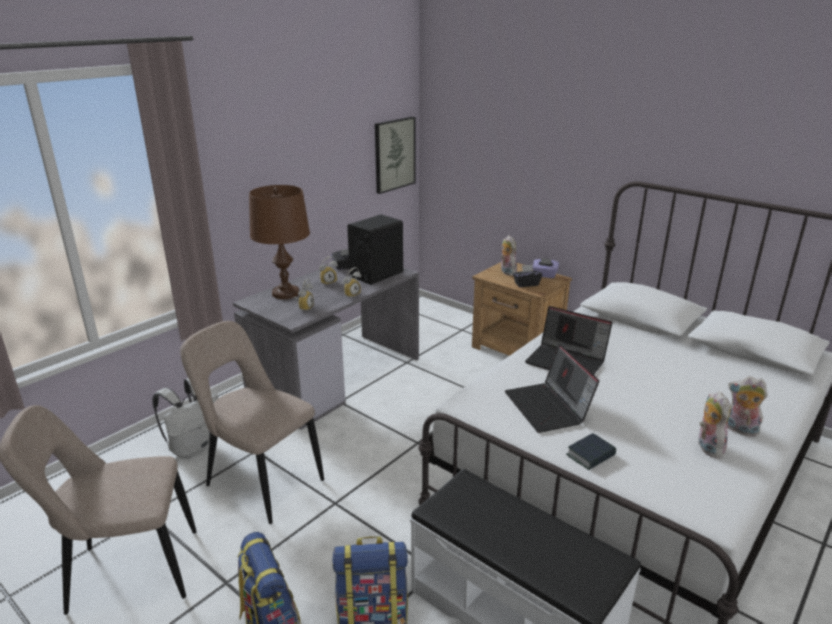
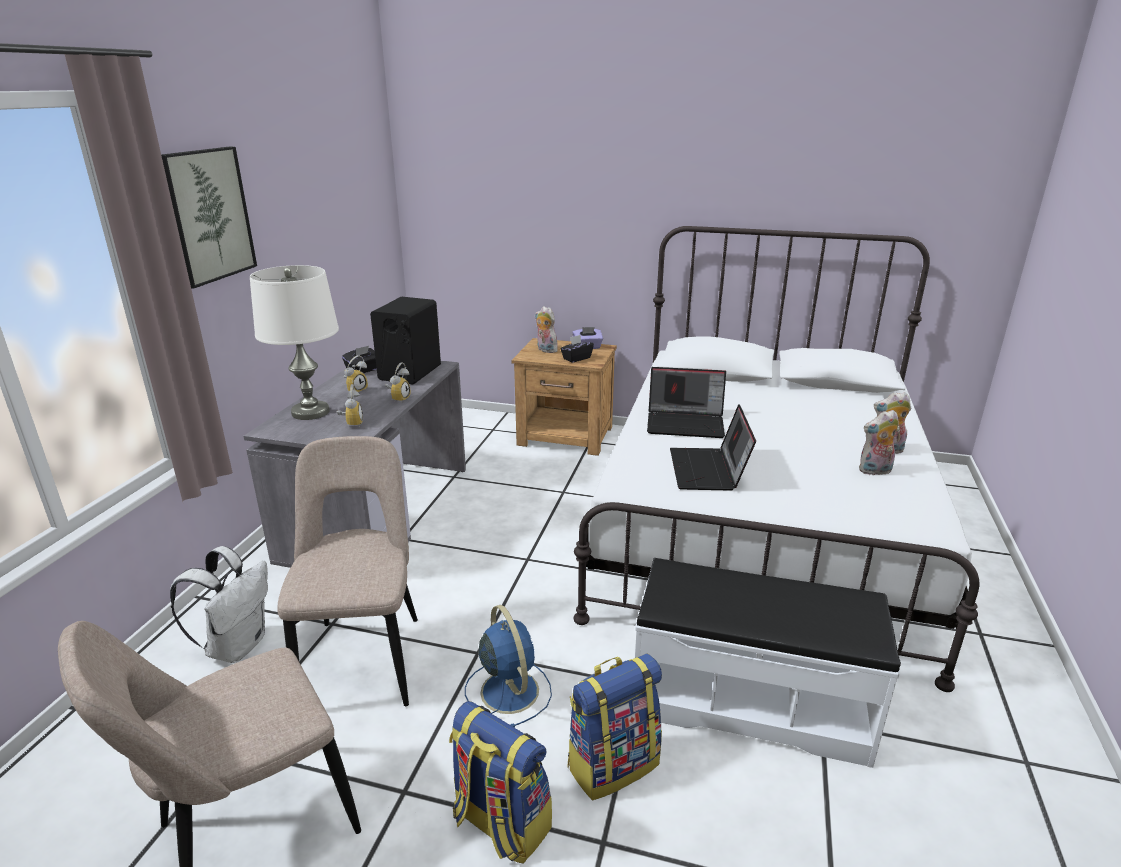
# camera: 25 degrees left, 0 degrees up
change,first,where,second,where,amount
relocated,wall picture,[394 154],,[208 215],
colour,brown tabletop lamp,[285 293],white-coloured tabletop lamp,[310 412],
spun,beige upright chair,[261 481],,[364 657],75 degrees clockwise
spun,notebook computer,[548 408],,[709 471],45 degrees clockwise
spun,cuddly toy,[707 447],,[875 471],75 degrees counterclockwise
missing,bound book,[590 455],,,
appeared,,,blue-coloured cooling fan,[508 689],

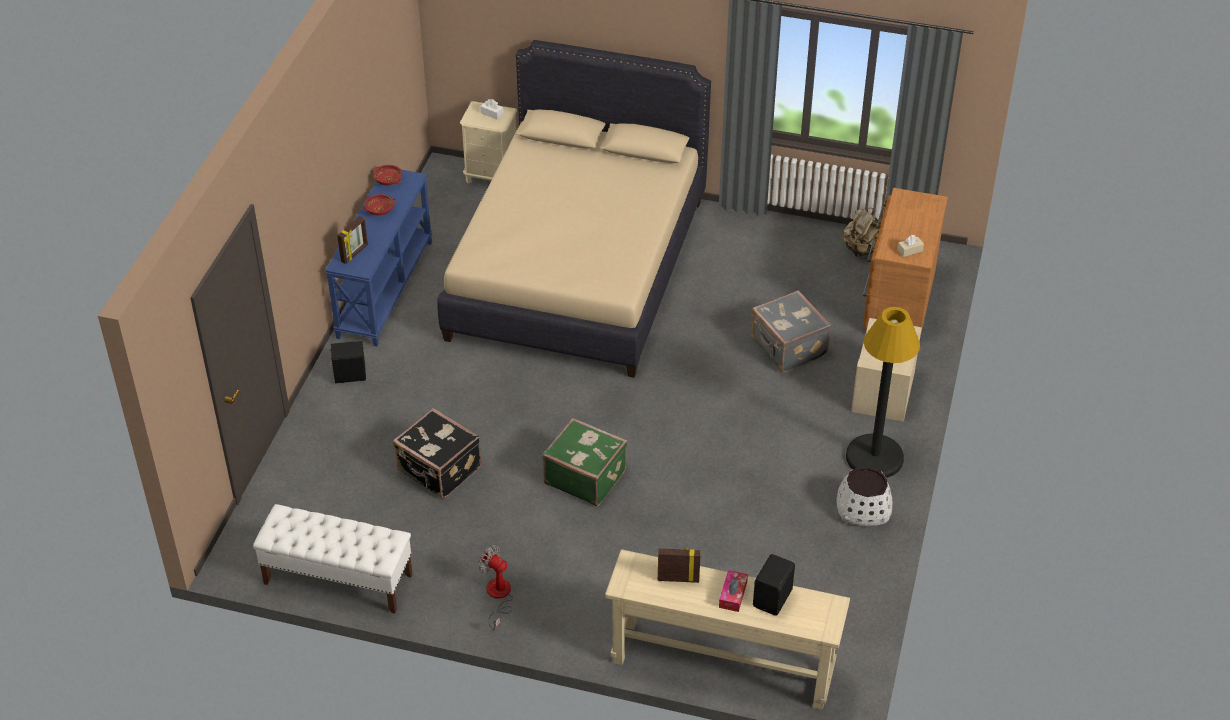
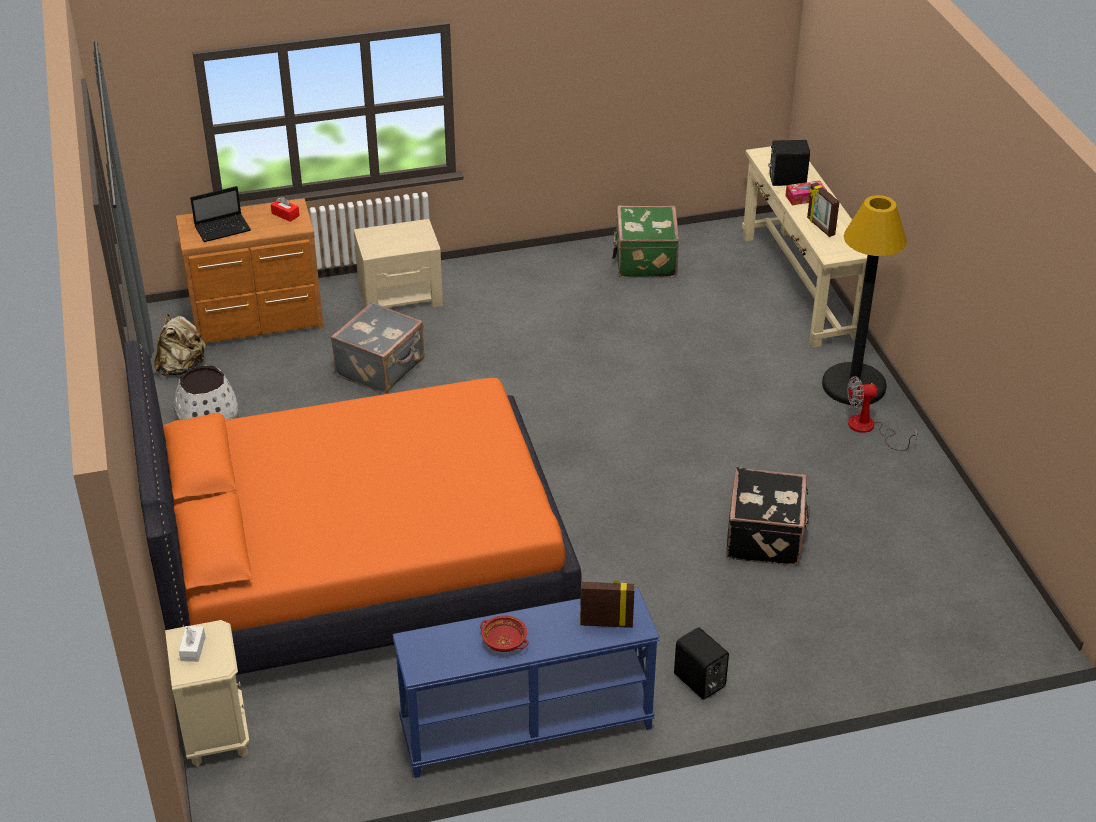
# camera: 120 degrees left, 5 degrees down
change,first,where,second,where,amount
colour,beige bedroom bed,[577 268],orange-coloured bedroom bed,[360 567],
missing,red-coloured serving bowl,[388 180],,,
colour,beige box of tissues,[910 250],red-coloured box of tissues,[285 214],
relocated,blackish standing lamp,[874 457],,[853 385],
relocated,green piece of luggage,[585 476],,[644 261],
relocated,white-coloured flower pot,[863 508],,[207 414],
missing,white-coloured indoor bench,[337 579],,,
spun,cooling fan,[498 596],,[869 429],75 degrees clockwise
appeared,,,notebook computer,[223 228],

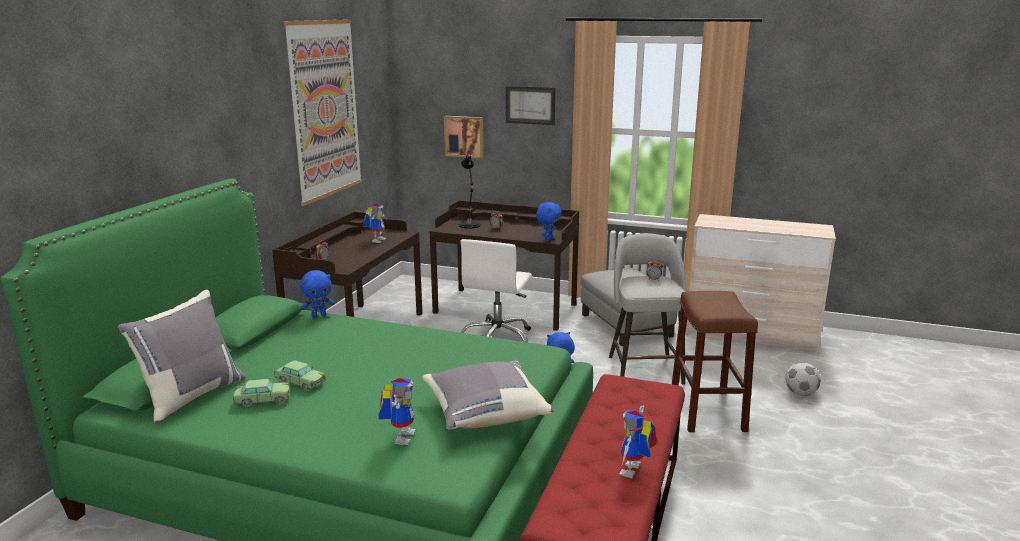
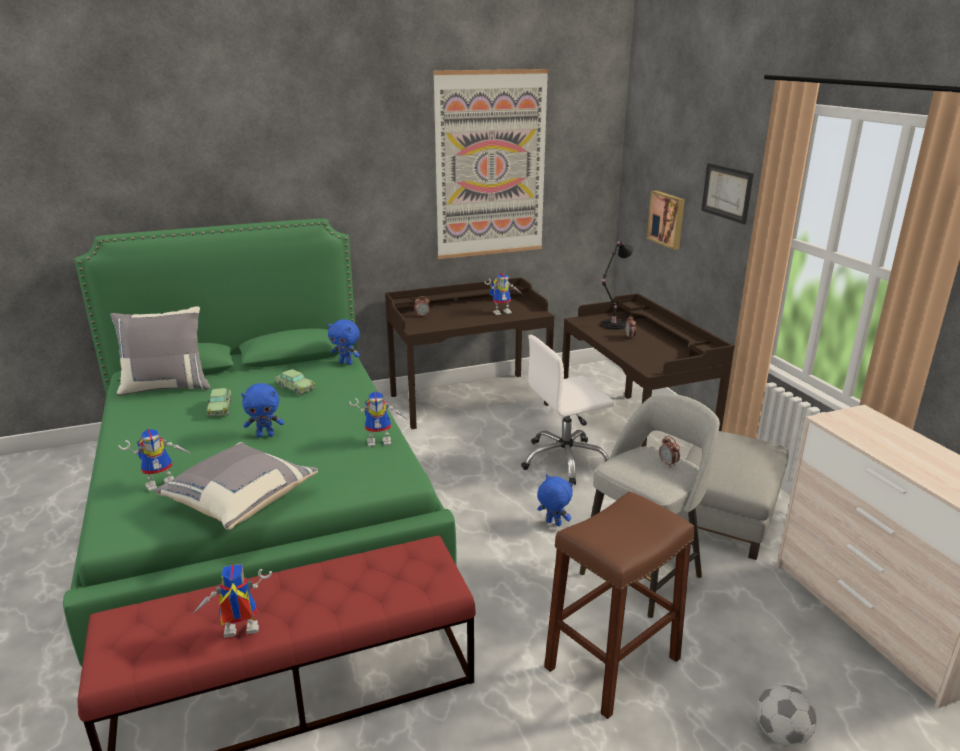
# camera: 50 degrees right, 5 degrees up
change,first,where,second,where,amount
relocated,blue-coloured cuddly toy,[548 239],,[265 435],
relocated,miniature car,[263 400],,[295 388],
appeared,,,robot figure,[381 440],

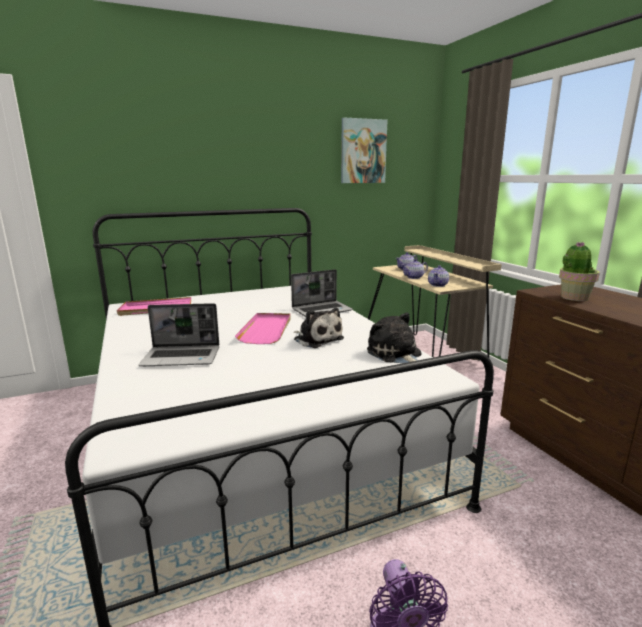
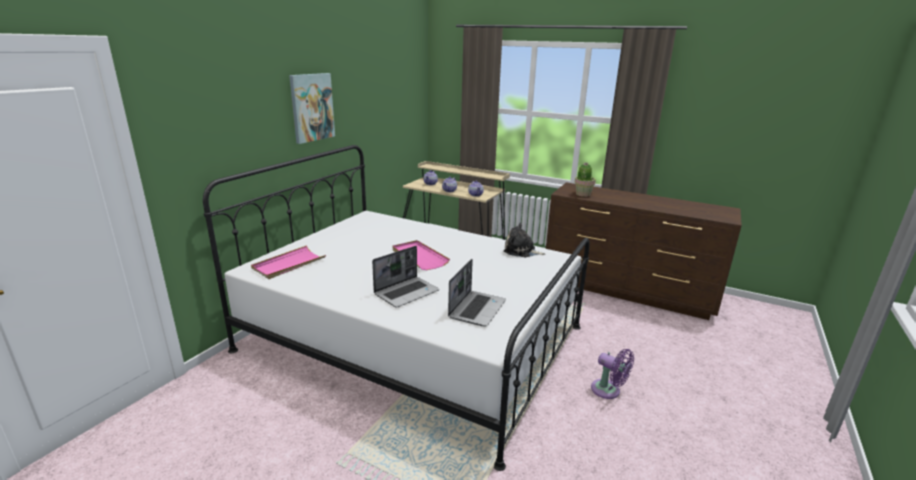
# camera: 40 degrees left, 5 degrees up
change,first,where,second,where,amount
relocated,wall picture,[363 151],,[312 107],
relocated,notebook computer,[322 310],,[477 309],
missing,cuddly toy,[317 339],,,

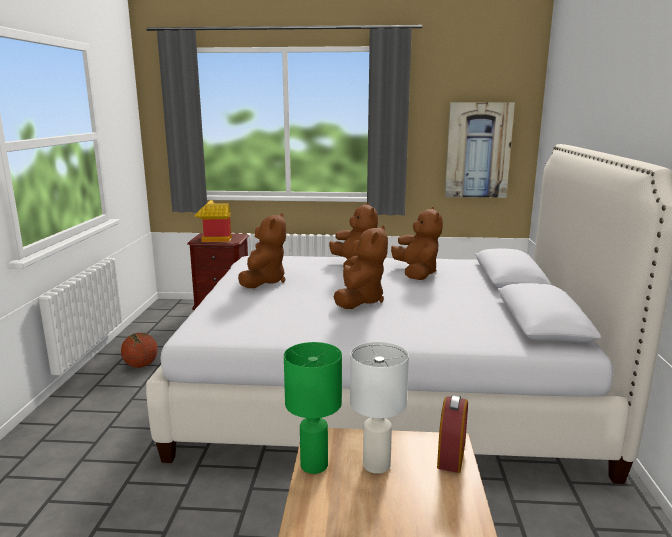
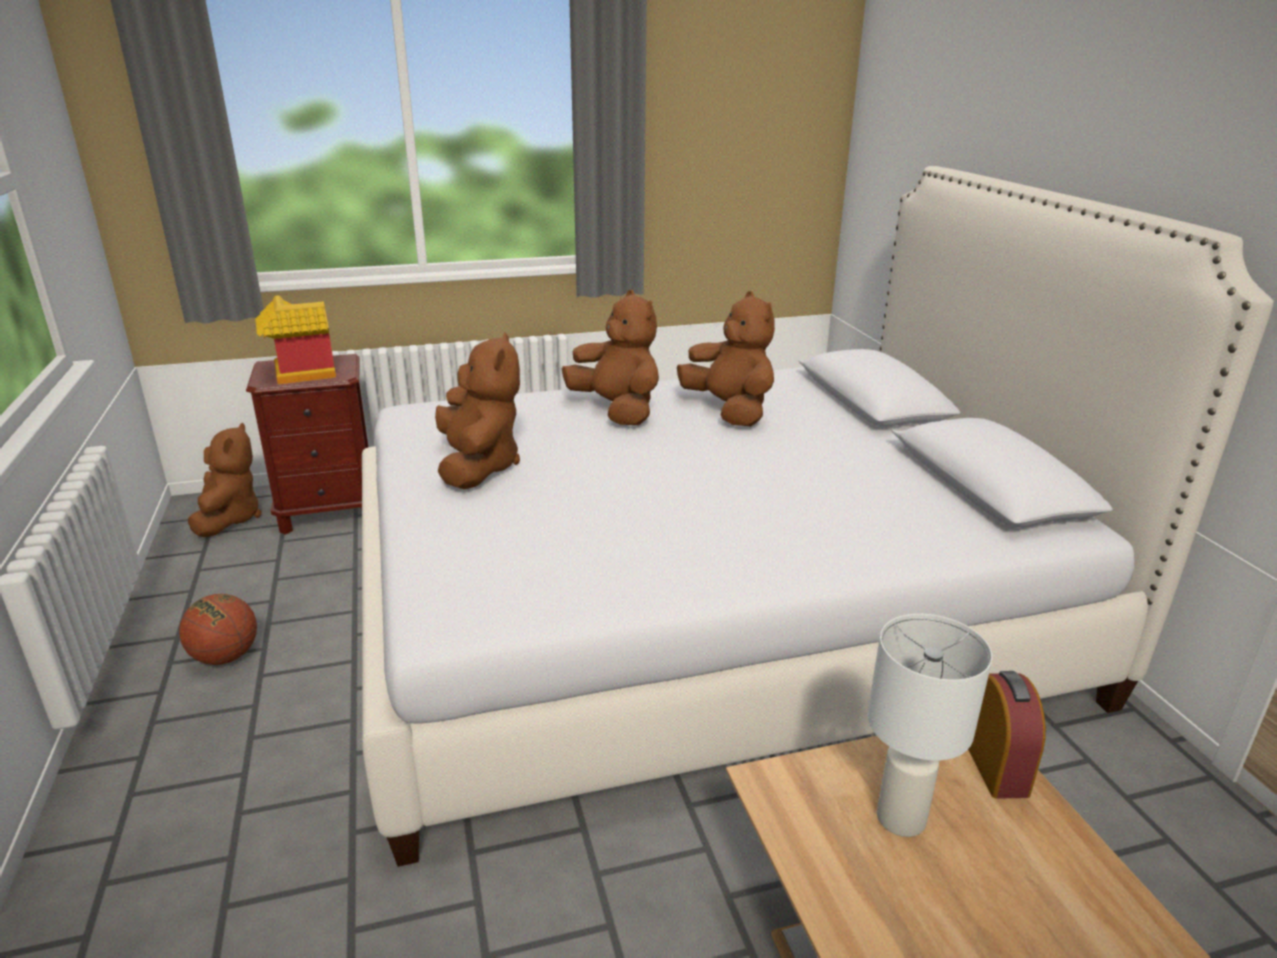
# camera: 20 degrees left, 10 degrees up
change,first,where,second,where,amount
missing,wall picture,[478 150],,,
relocated,brown cuddly toy,[359 301],,[229 519],
missing,green tabletop lamp,[313 465],,,

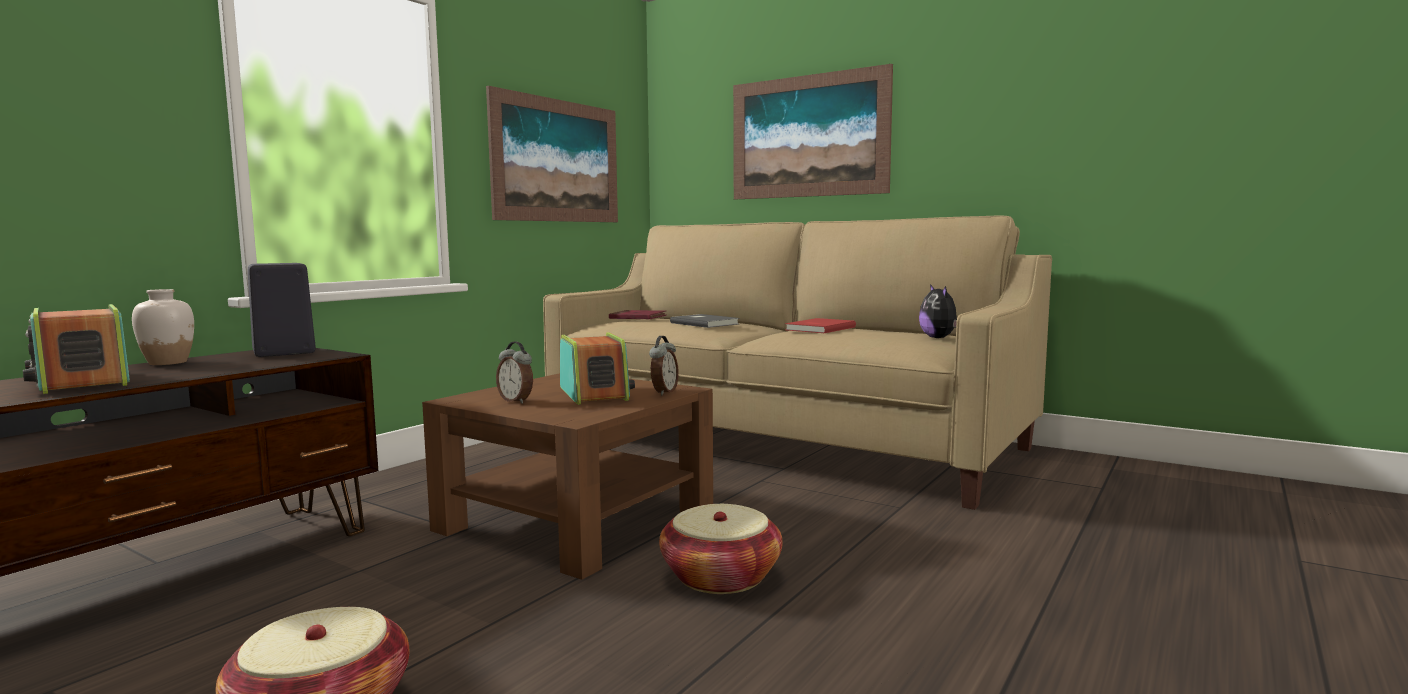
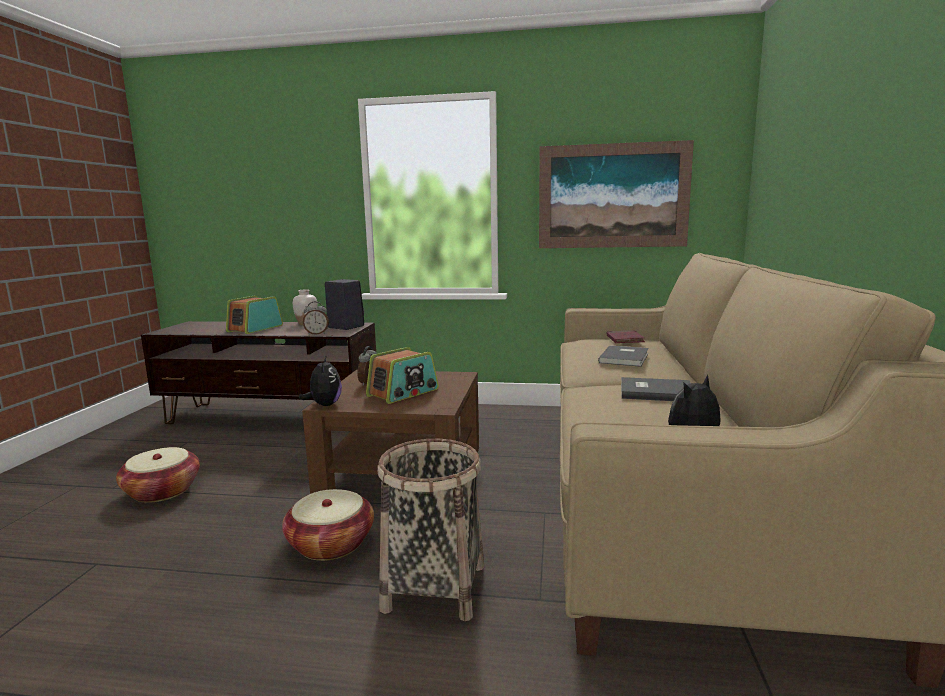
# camera: 65 degrees right, 5 degrees up
change,first,where,second,where,amount
missing,wall picture,[808 136],,,
colour,red-coloured bound book,[818 328],gray bound book,[654 392],
relocated,bedside clock,[663 392],,[317 334],
appeared,,,cuddly toy,[324 405],
appeared,,,household basket,[434 587],

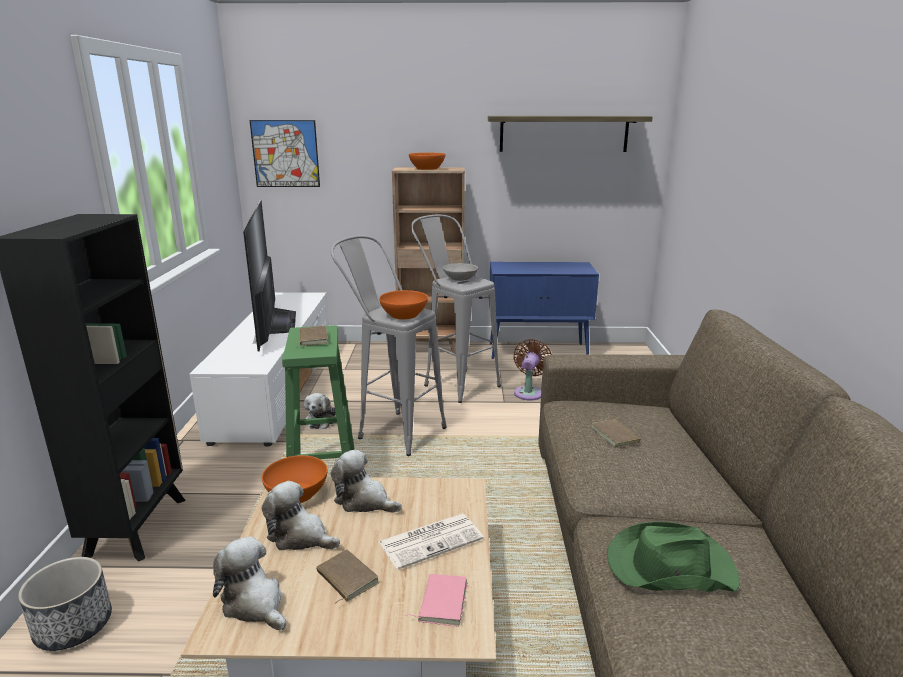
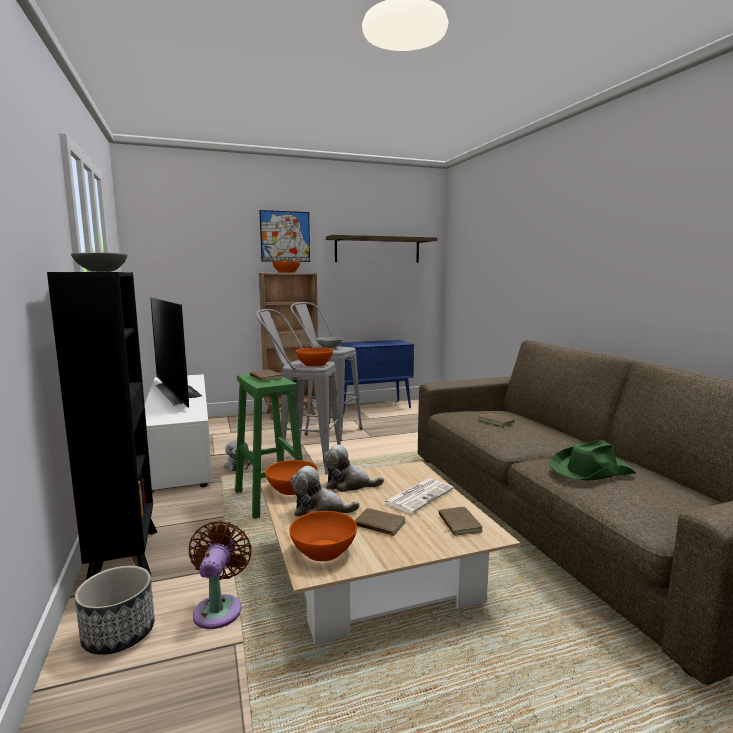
# camera: 20 degrees left, 10 degrees down
change,first,where,second,where,amount
relocated,wall picture,[285 154],,[285 236],
relocated,brown cooling fan,[529 392],,[219 608],
exchanged,cuddly toy,[254 603],orange-coloured serving bowl,[324 551],
colour,pink bound book,[441 602],brown bound book,[458 523],
appeared,,,gray serving bowl,[102 271],

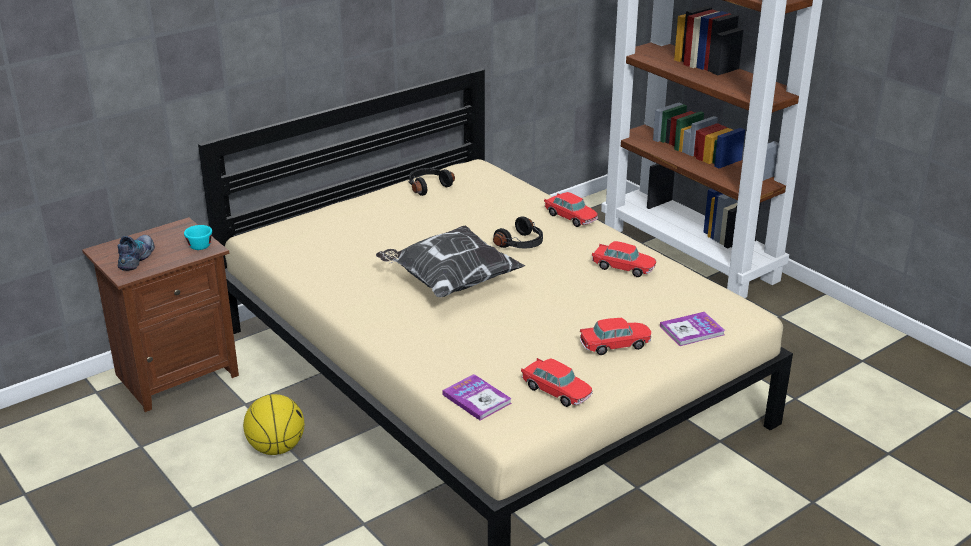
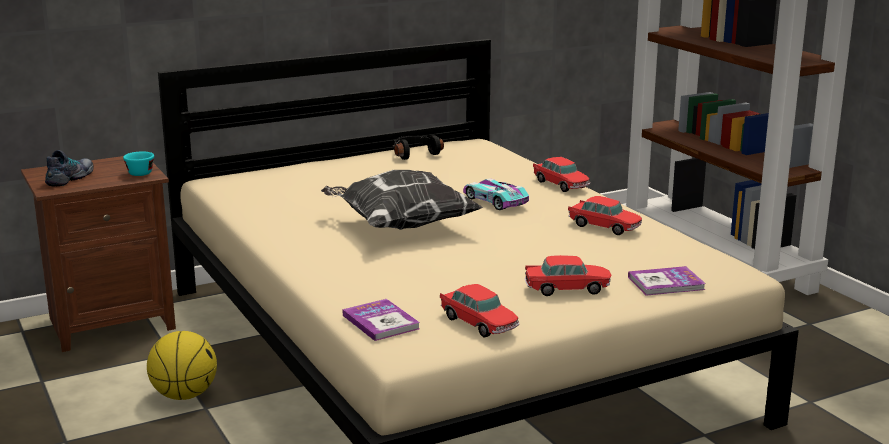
# camera: 10 degrees right, 10 degrees down
change,first,where,second,where,amount
exchanged,blackish headphones,[521 244],miniature car,[495 201],

